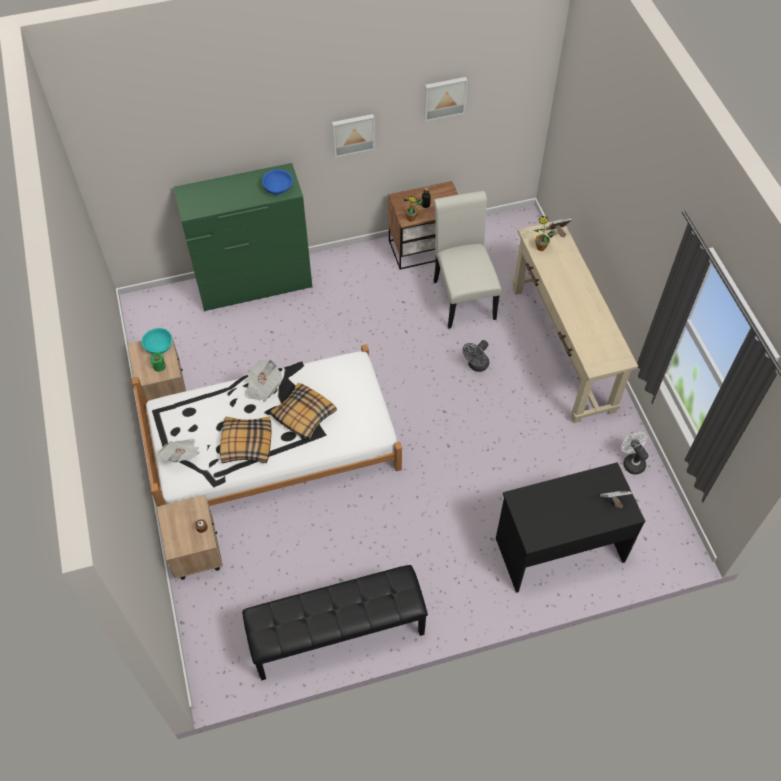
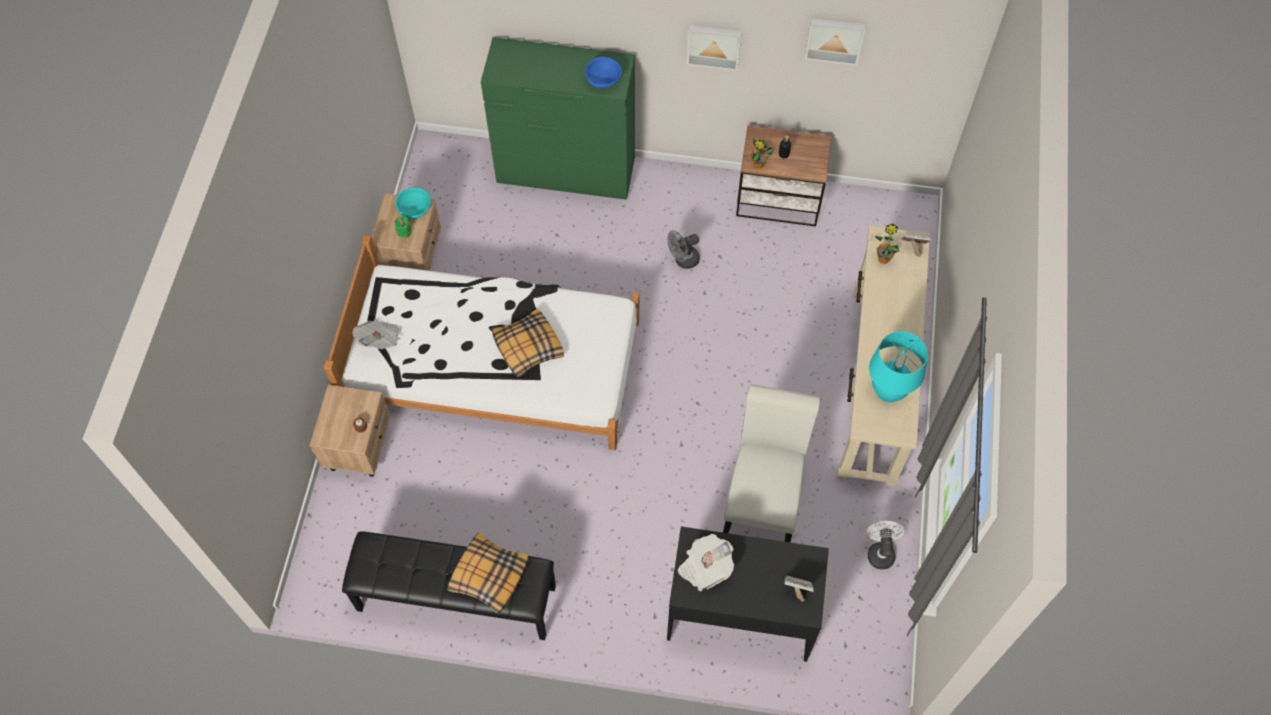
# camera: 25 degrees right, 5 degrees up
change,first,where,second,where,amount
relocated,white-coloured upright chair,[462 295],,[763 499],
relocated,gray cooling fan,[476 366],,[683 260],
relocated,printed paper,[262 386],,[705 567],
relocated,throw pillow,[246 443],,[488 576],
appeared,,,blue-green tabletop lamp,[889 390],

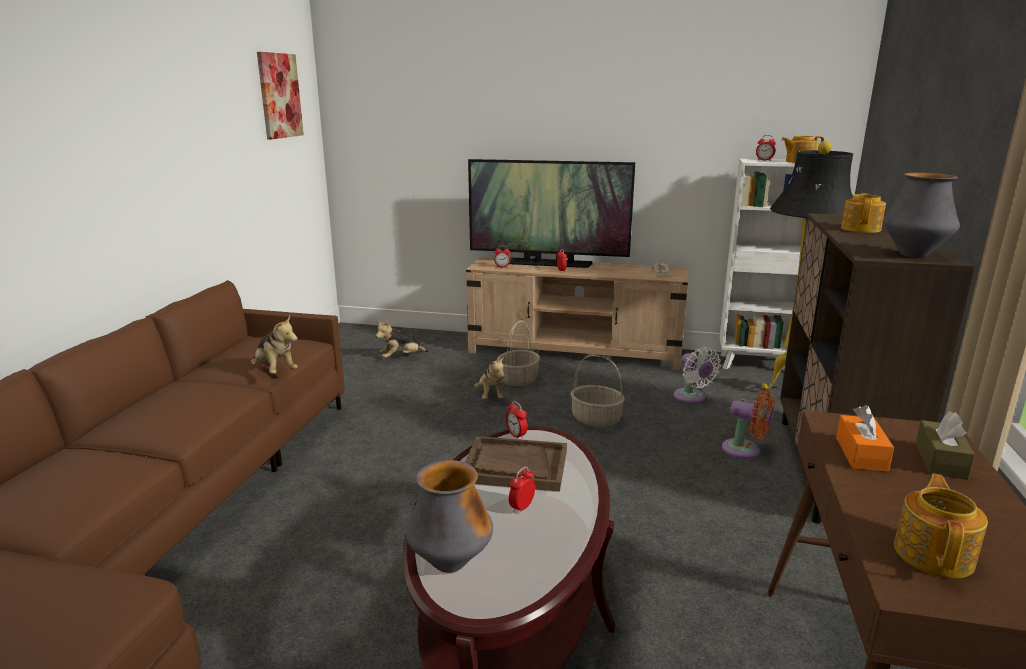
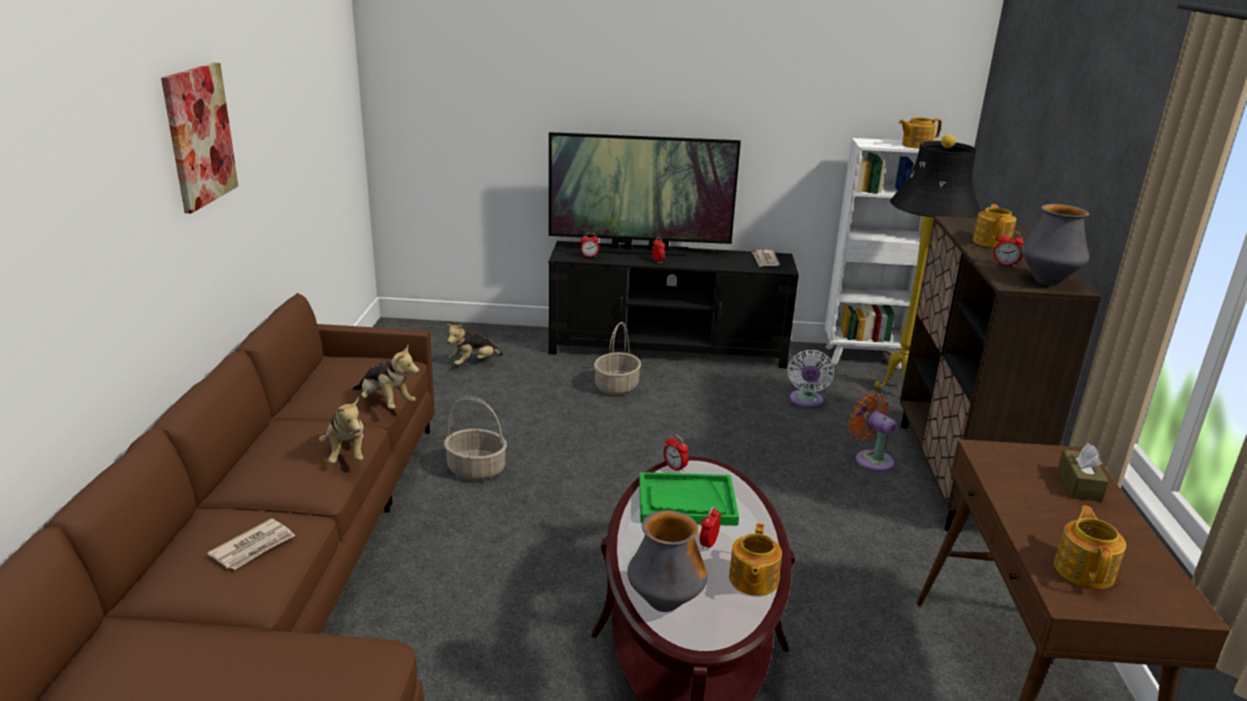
# camera: 10 degrees left, 5 degrees up
change,first,where,second,where,amount
relocated,wall picture,[279 96],,[199 136],
relocated,bedside clock,[764 160],,[1005 265],
colour,beige tv unit,[575 351],blackish tv unit,[668 348],
spun,white-coloured cooling fan,[691 398],,[806 401],45 degrees clockwise
relocated,household basket,[596 419],,[477 469],
relocated,cuddly toy,[491 396],,[347 453],
spun,orange-coloured cooling fan,[745 450],,[870 459],150 degrees counterclockwise
missing,orange-coloured box of tissues,[861 454],,,
colour,brown tray,[515 466],green tray,[686 502],
appeared,,,printed paper,[254 547],
appeared,,,pot for tea,[752 580],

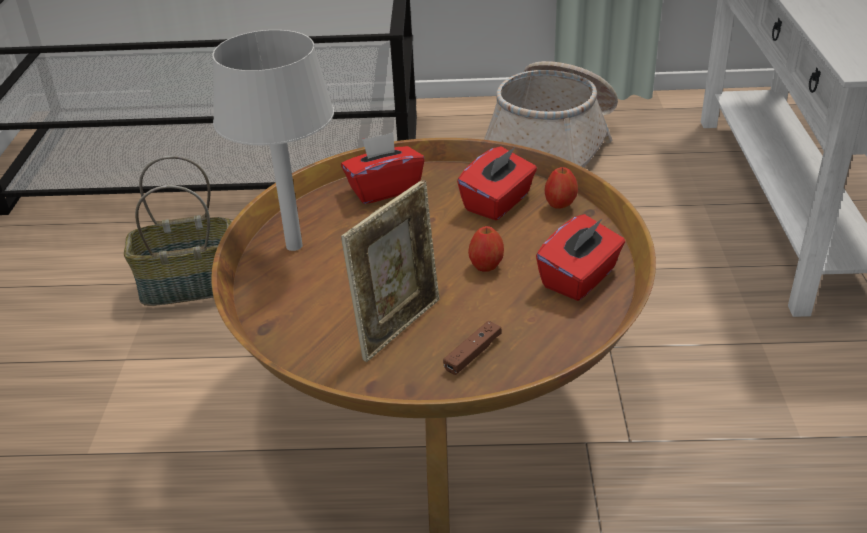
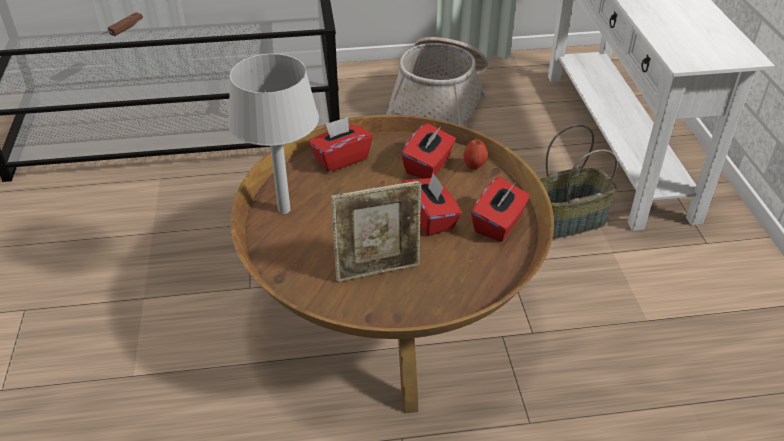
# camera: 10 degrees left, 5 degrees up
change,first,where,second,where,amount
relocated,household basket,[189 286],,[567 222],
spun,photo frame,[399 326],,[378 270],45 degrees clockwise
exchanged,apple fruit,[486 266],red-coloured box of tissues,[430 218],
relocated,brown gamepad,[473 354],,[126 28],

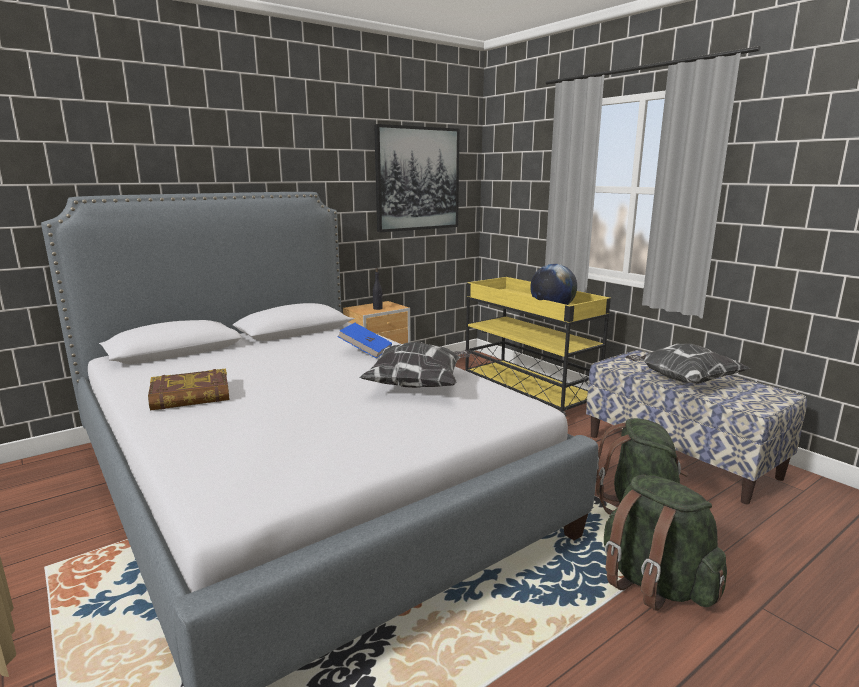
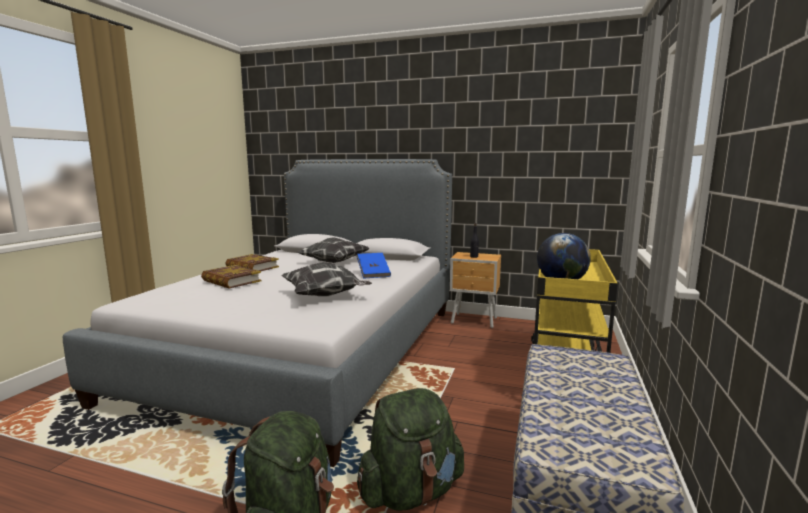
# camera: 55 degrees right, 5 degrees down
change,first,where,second,where,amount
missing,wall picture,[417 179],,,
relocated,throw pillow,[682 381],,[334 262],
appeared,,,bound book,[231 281],

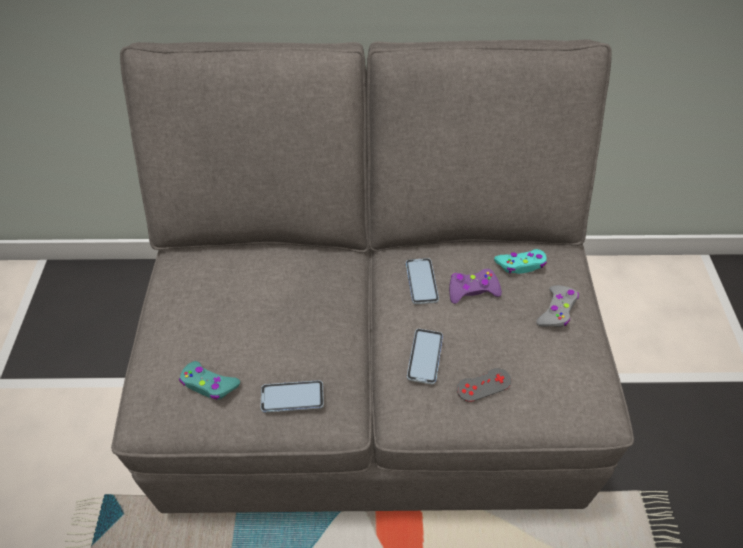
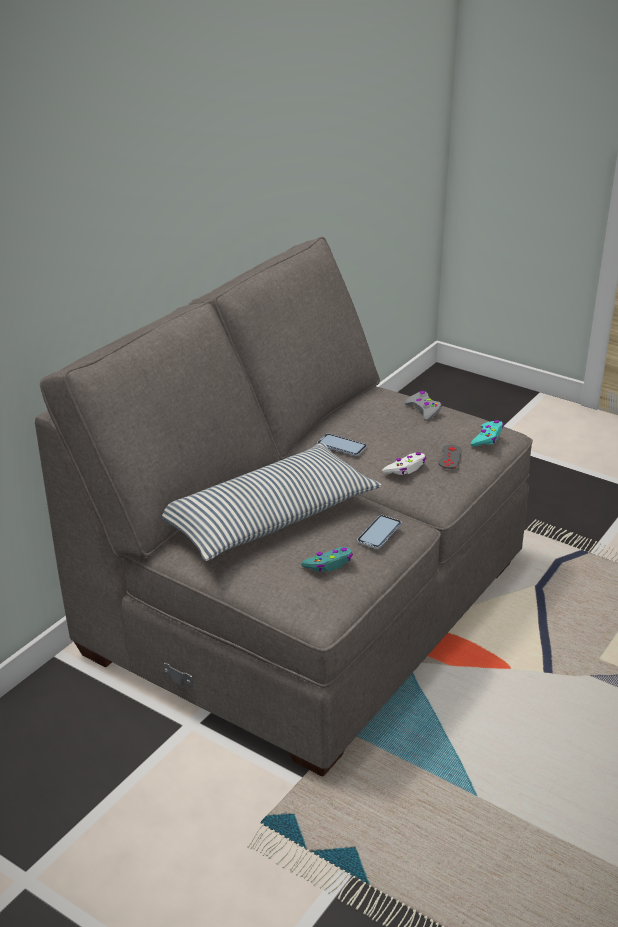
# camera: 55 degrees left, 20 degrees down
change,first,where,second,where,amount
relocated,blue-green gamepad,[521 265],,[487 438],
missing,purplish gamepad,[472 290],,,
exchanged,telephone,[425 357],white-coloured gamepad,[405 469],
appeared,,,throw pillow,[268 518],

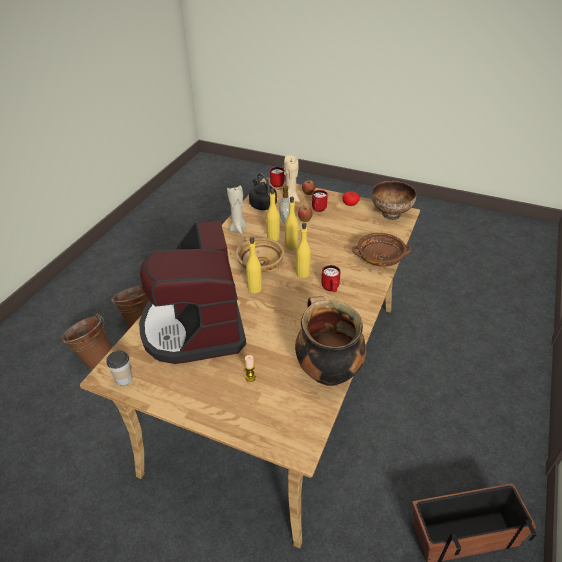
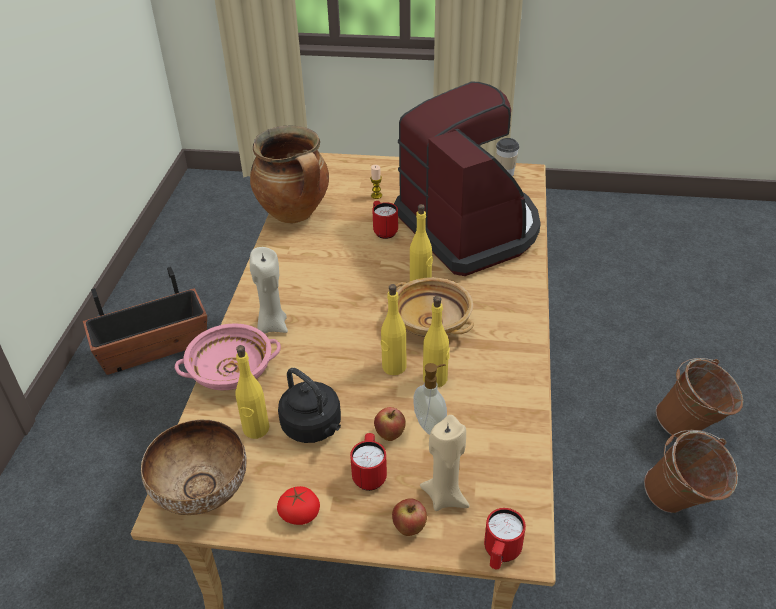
# camera: 165 degrees right, 0 degrees up
change,first,where,second,where,amount
relocated,blackish kettle,[262 204],,[314 427],
relocated,beige wax candle,[238 229],,[272 325],
relocated,yellow-coloured beverage bottle,[303 273],,[256 429],
colour,brown serving bowl,[380 258],pink serving bowl,[231 372],
relocated,red-coloured coffee mug,[331 288],,[383 231],

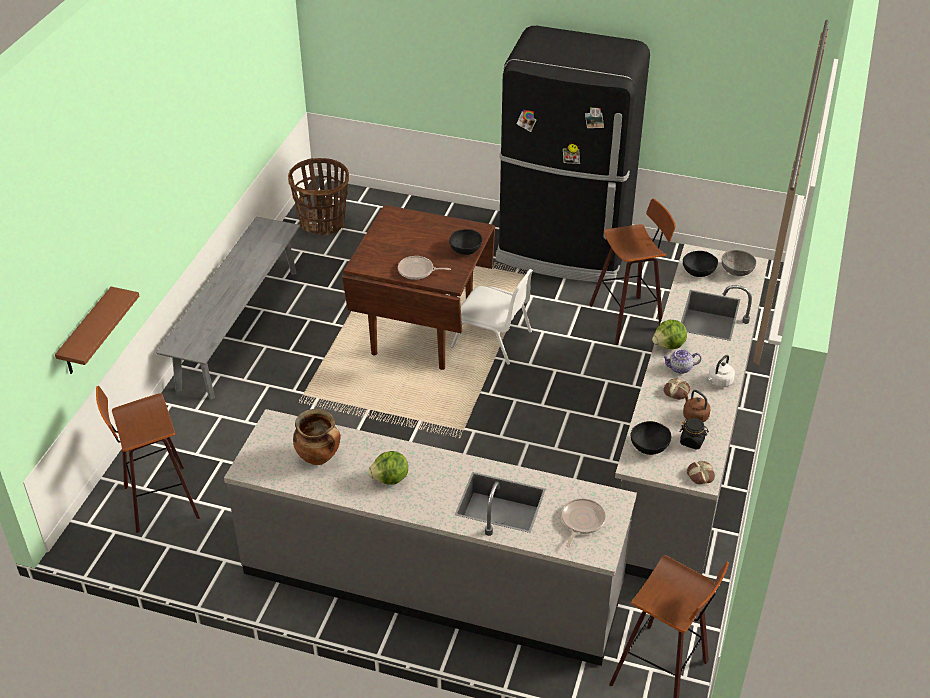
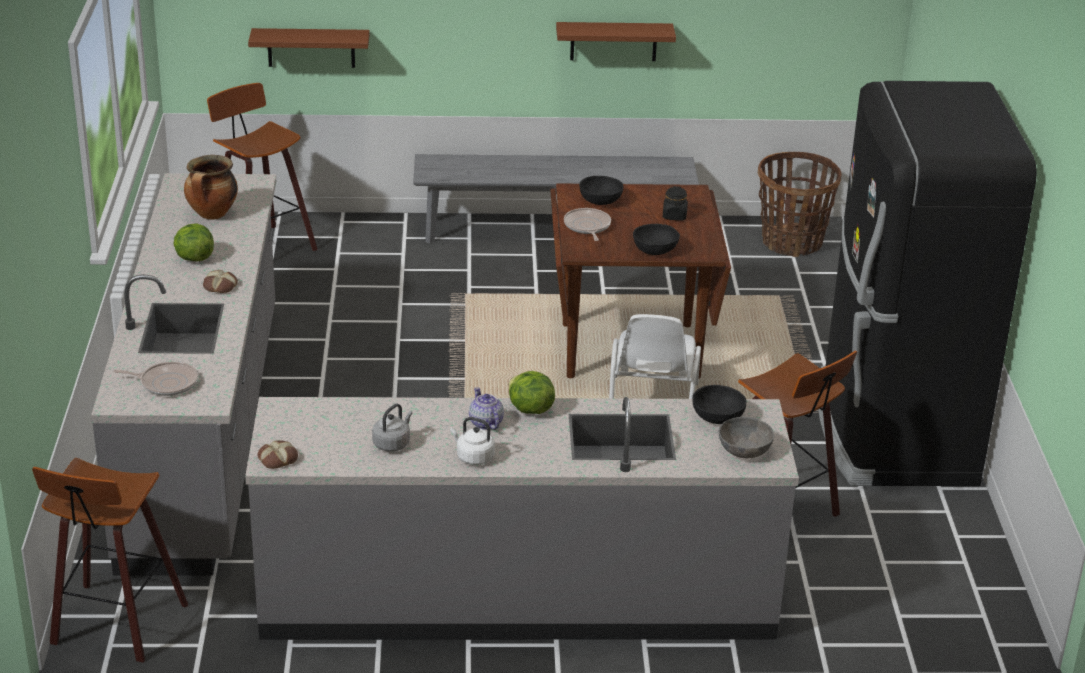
# camera: 70 degrees right, 10 degrees down
change,first,where,second,where,amount
relocated,baked bread,[676 392],,[219 286],
colour,brown kettle,[694 415],gray kettle,[392 443],
relocated,blackish storage jar,[692 441],,[674 216],
relocated,blackish serving bowl,[649 446],,[600 201],
appeared,,,brown bracket shelf,[613 41],

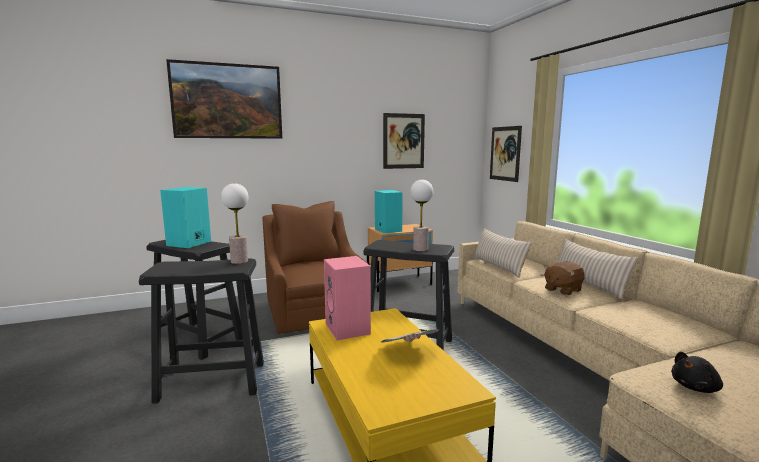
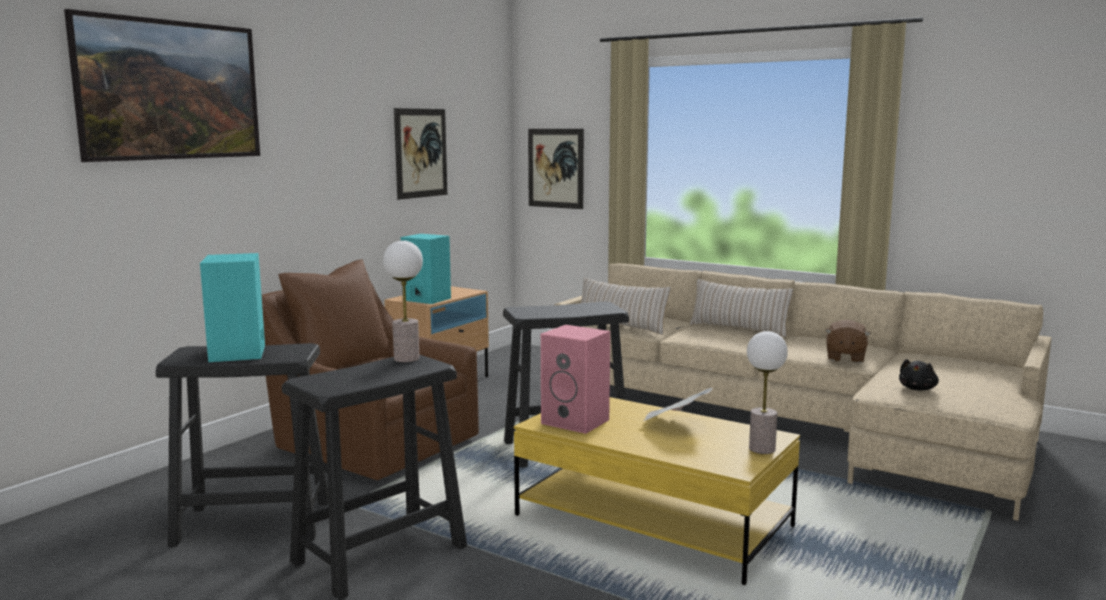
# camera: 35 degrees left, 0 degrees up
change,first,where,second,where,amount
relocated,tabletop lamp,[420 249],,[761 449],
relocated,brown cuddly toy,[562 290],,[845 358],

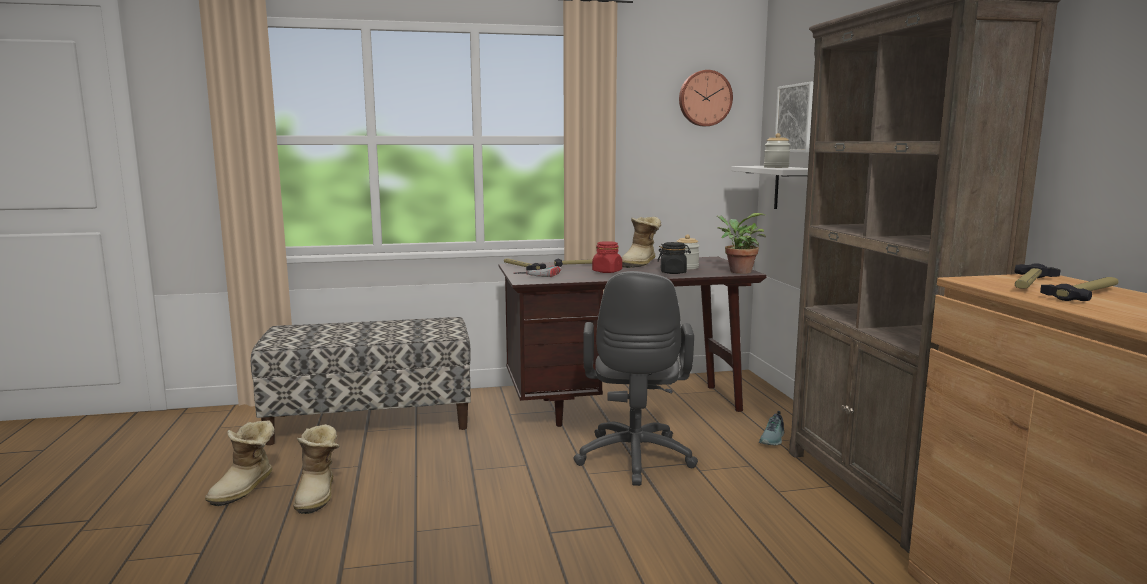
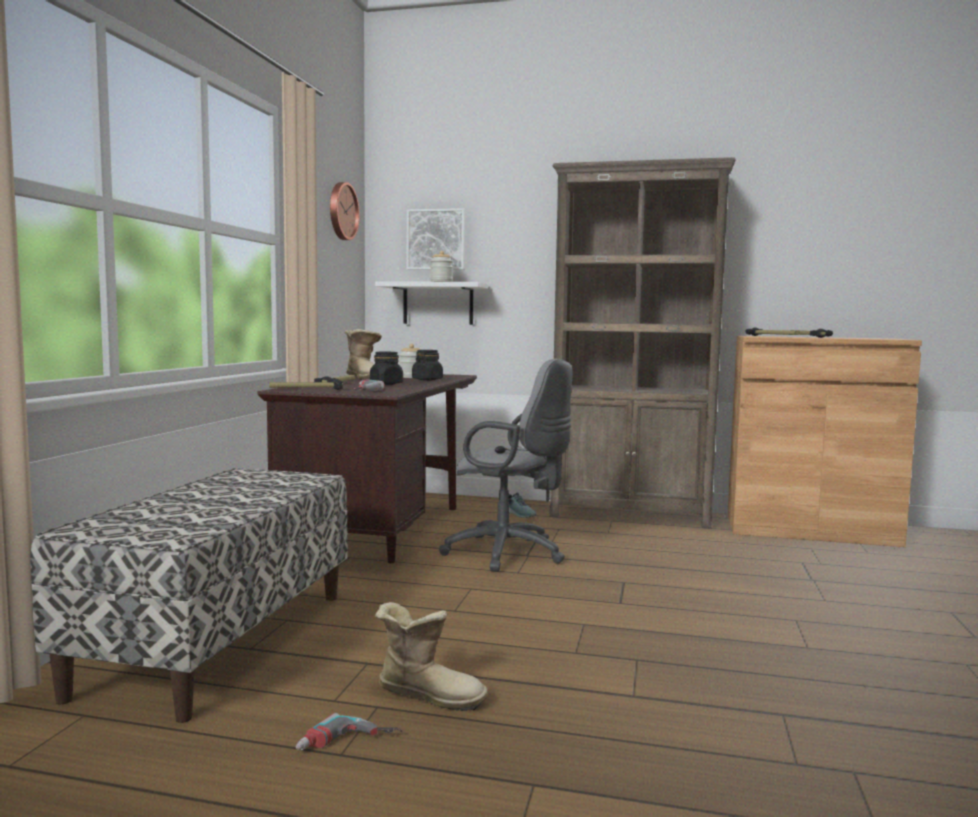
# camera: 65 degrees left, 5 degrees down
change,first,where,second,where,amount
missing,potted plant,[737 271],,,
colour,red-coloured storage jar,[607 271],blackish storage jar,[386 384],
exchanged,tall boot,[245 488],power drill,[348 745],

